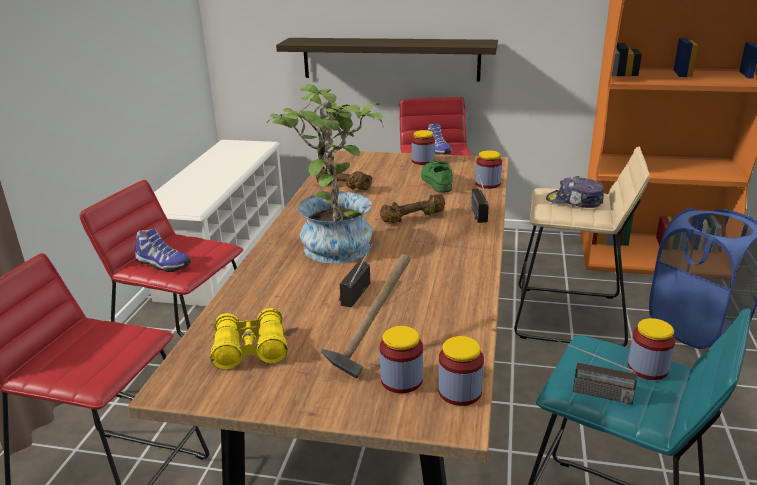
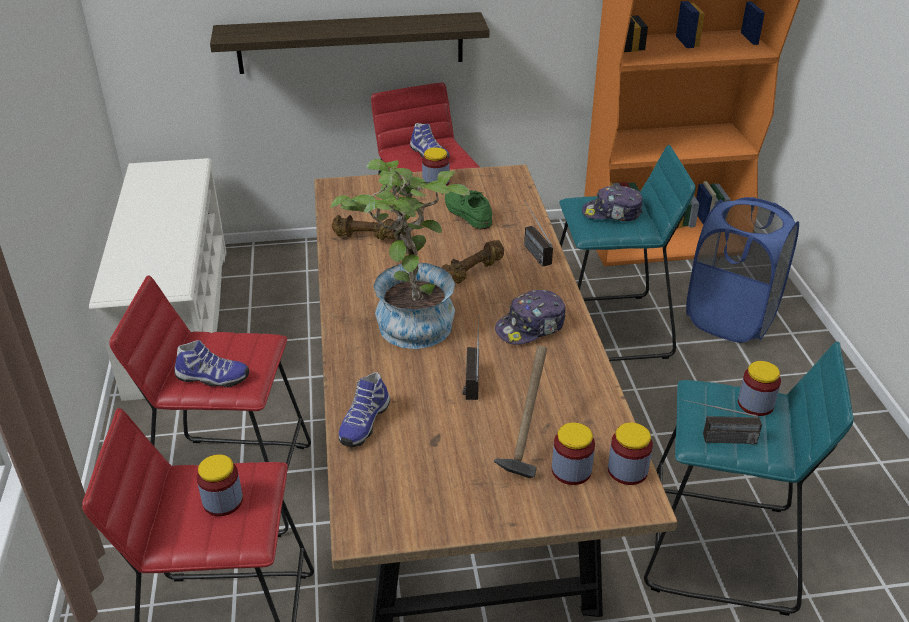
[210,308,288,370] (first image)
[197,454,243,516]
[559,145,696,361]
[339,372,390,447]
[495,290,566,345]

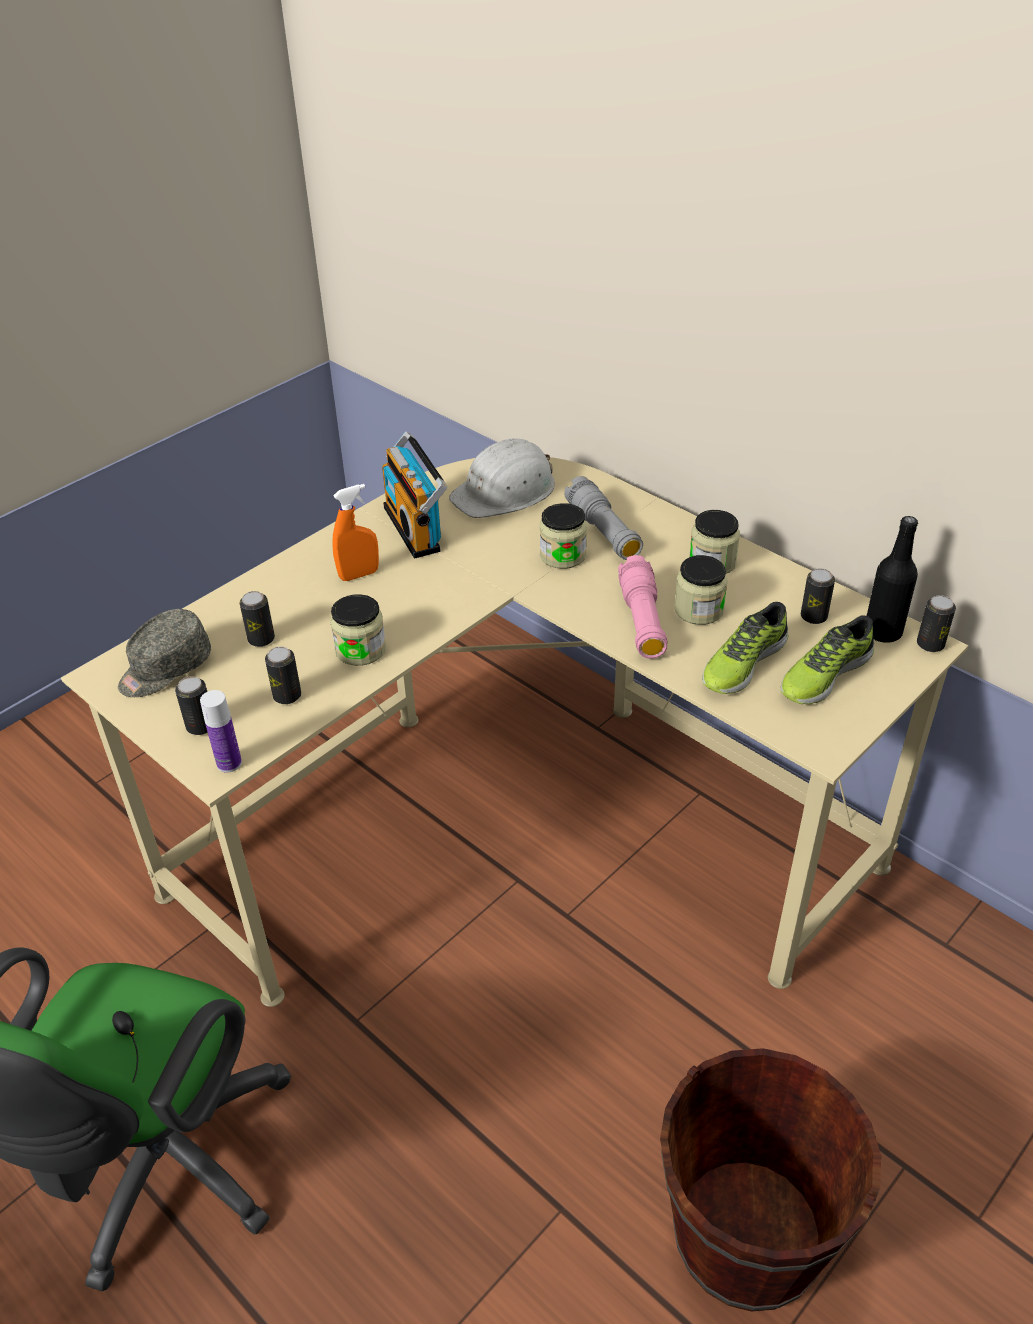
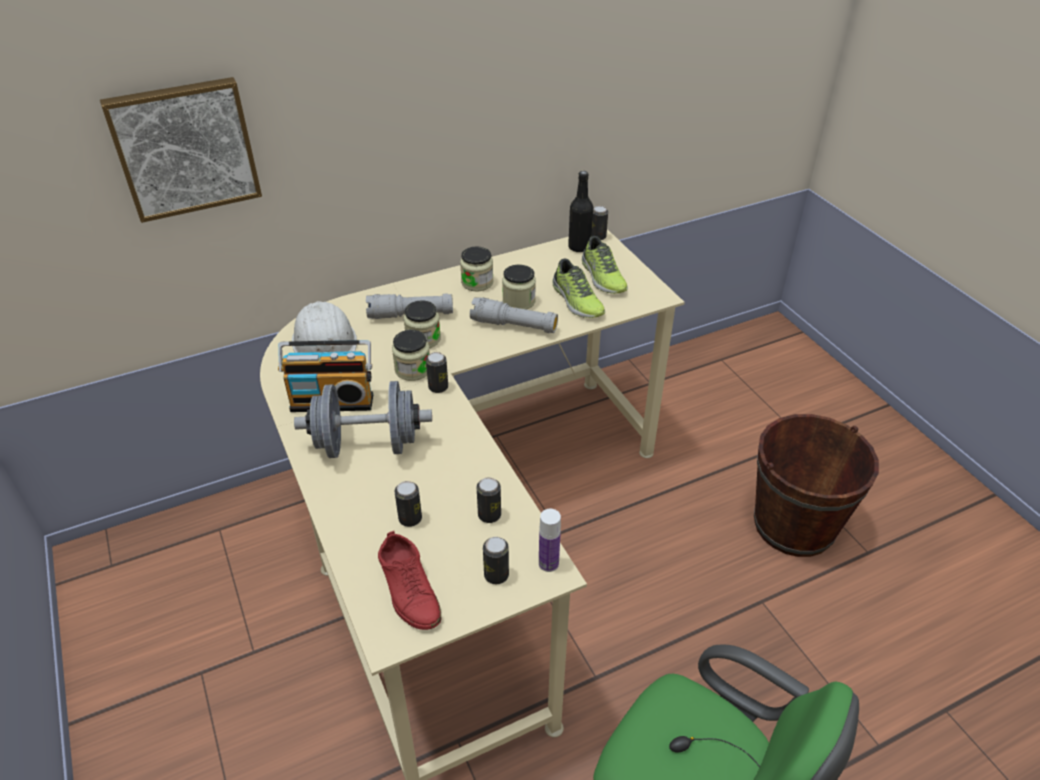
[378,531,441,630]
[392,330,430,381]
[294,381,432,458]
[470,297,558,333]
[426,352,448,393]
[100,77,262,223]

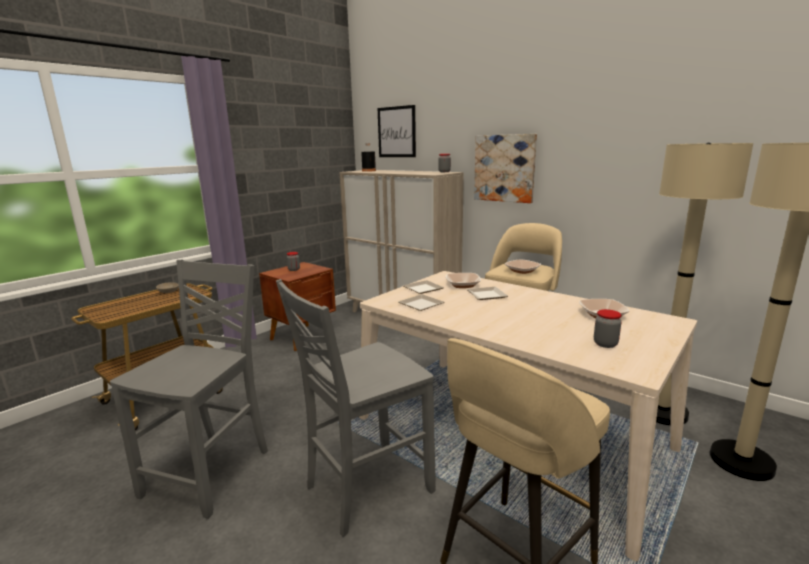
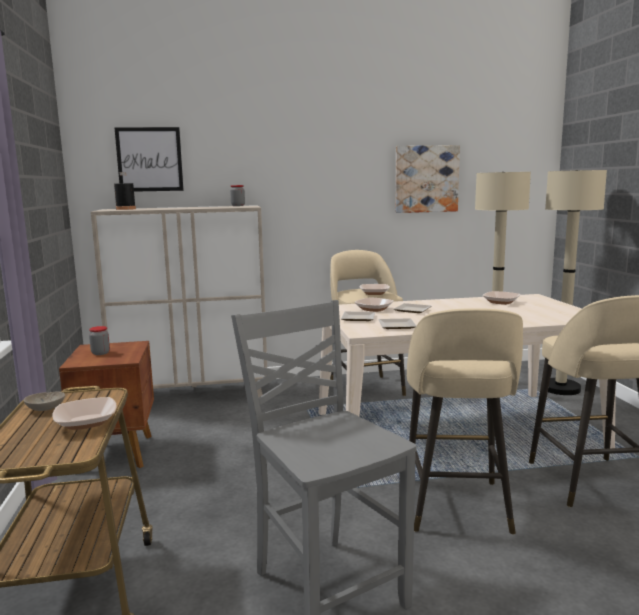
[407,308,523,535]
[395,145,460,213]
[594,309,621,348] (first image)
[52,397,117,430]

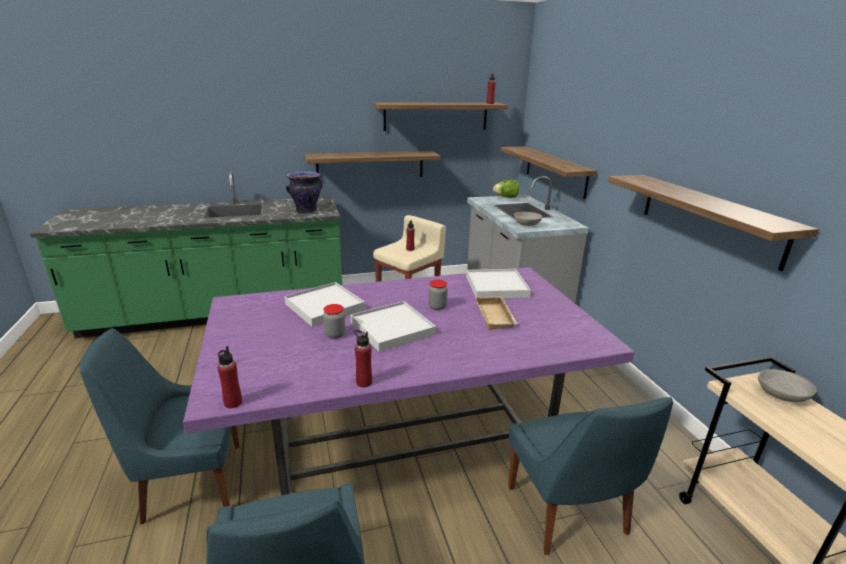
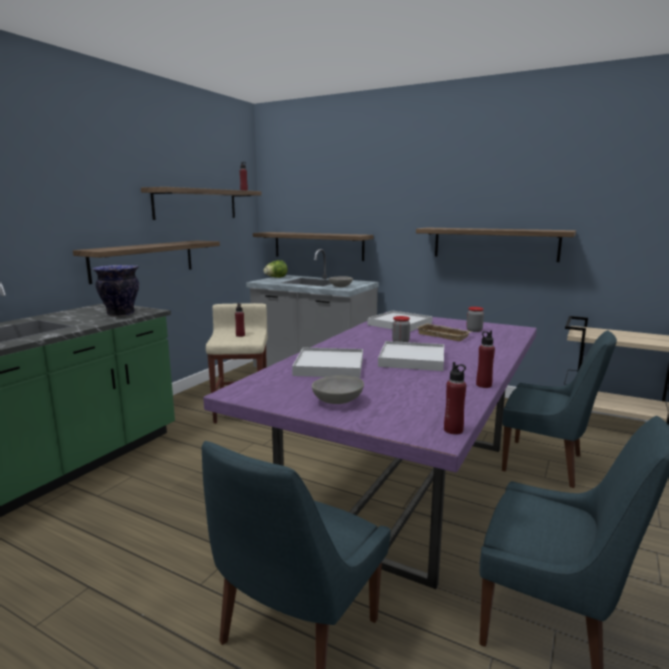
[466,307,484,332]
[312,375,364,404]

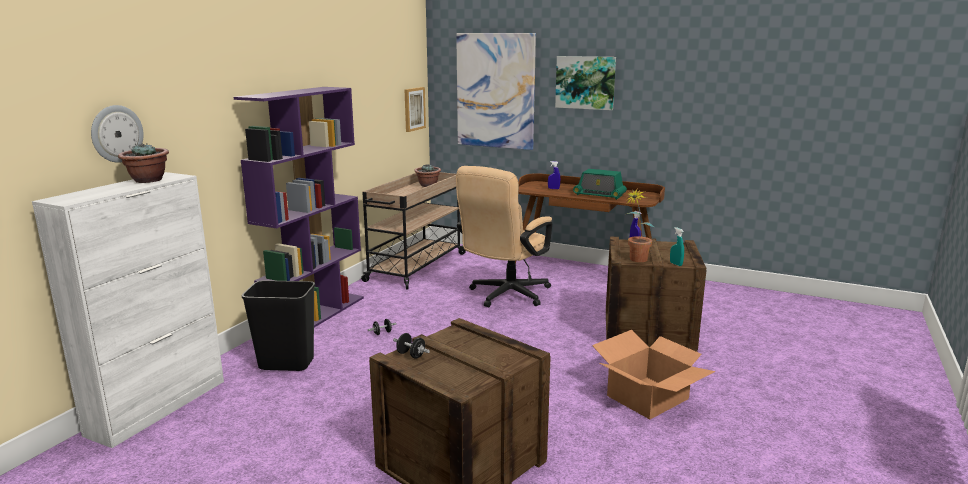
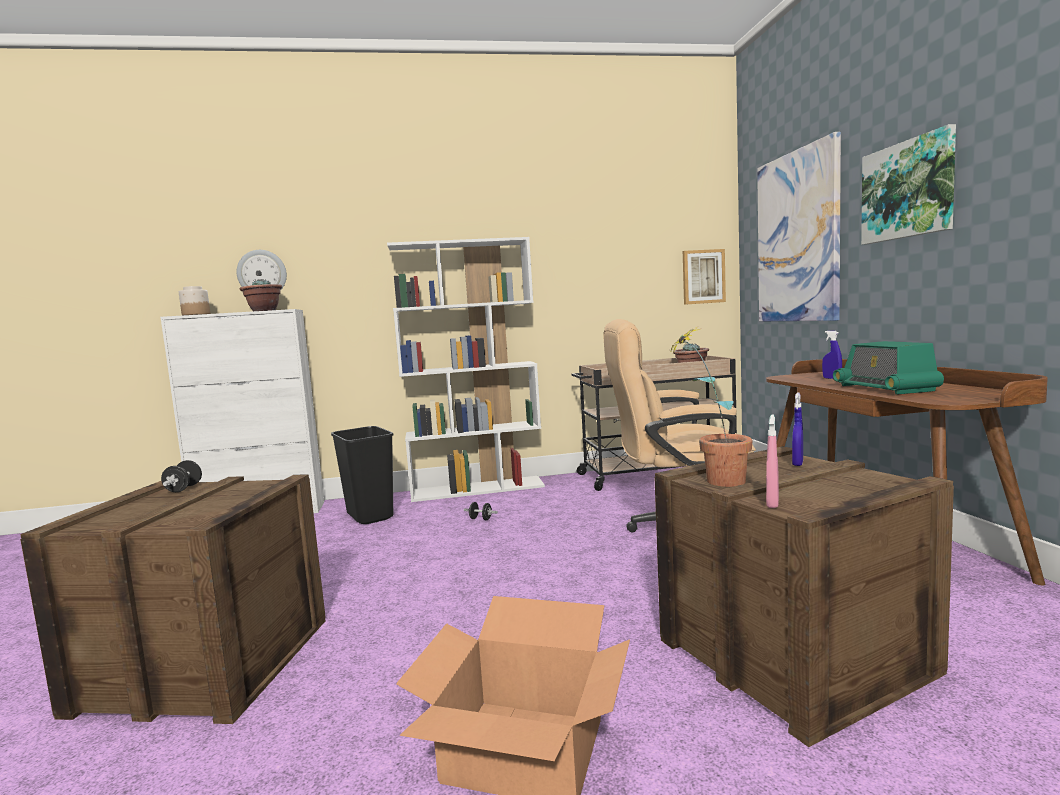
[387,237,545,502]
[766,415,779,508]
[179,286,210,315]

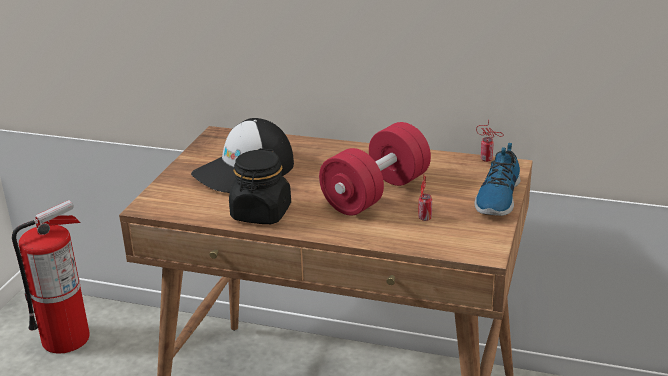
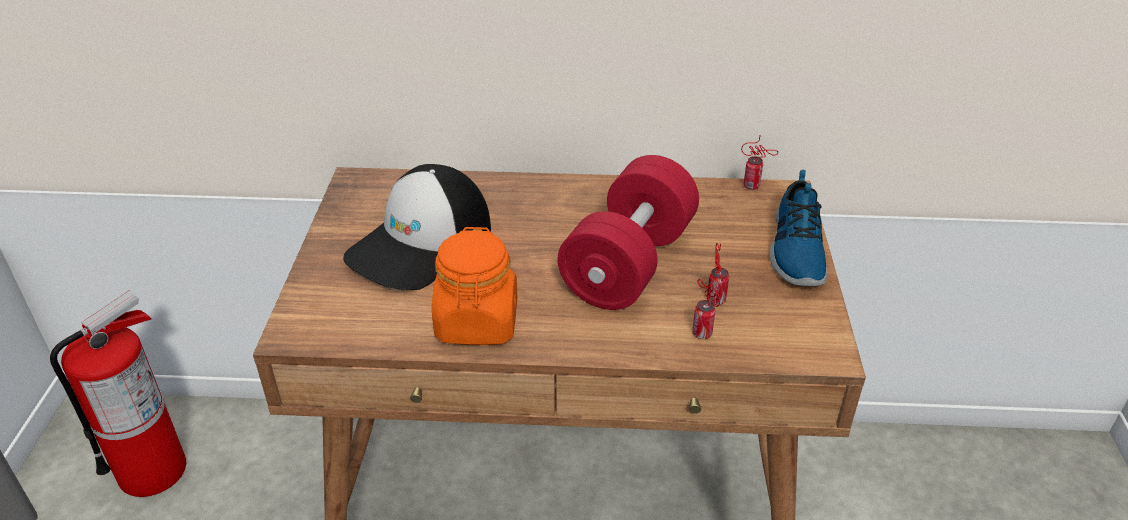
[432,227,518,345]
[692,276,720,339]

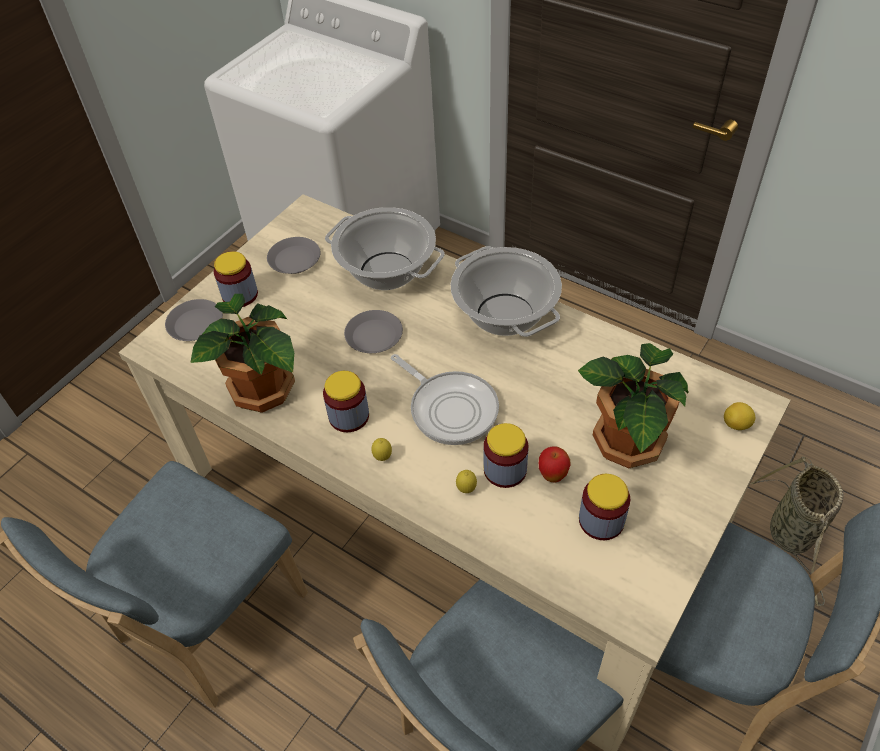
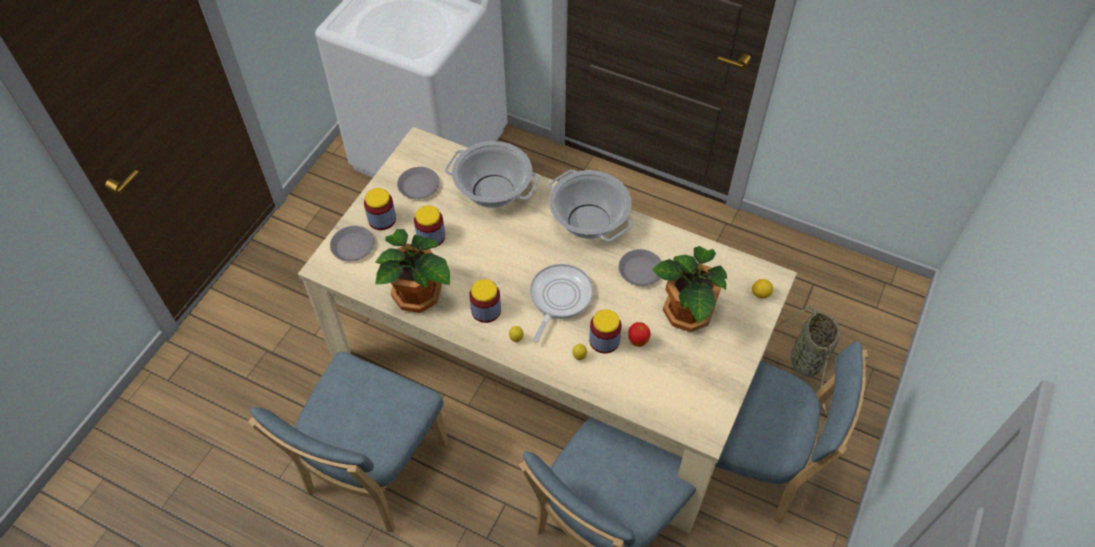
[619,249,662,286]
[530,264,594,342]
[414,206,445,247]

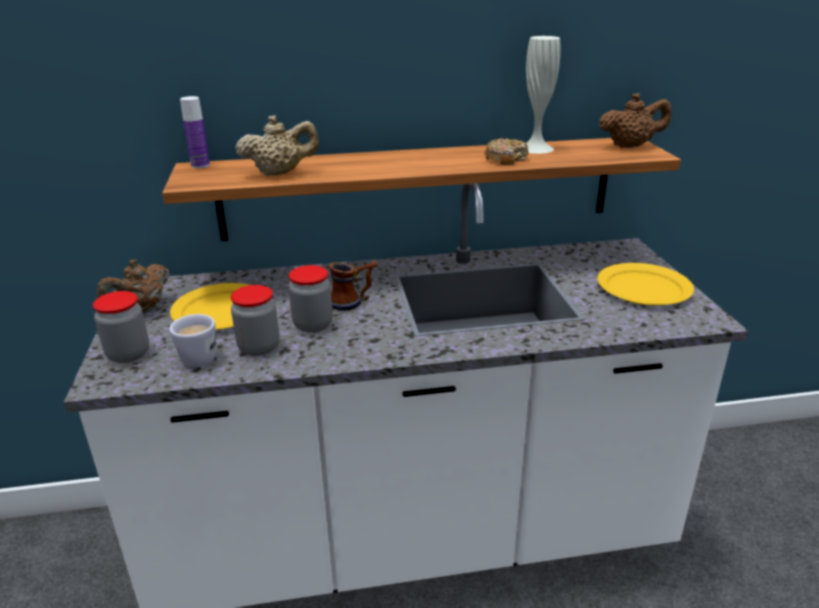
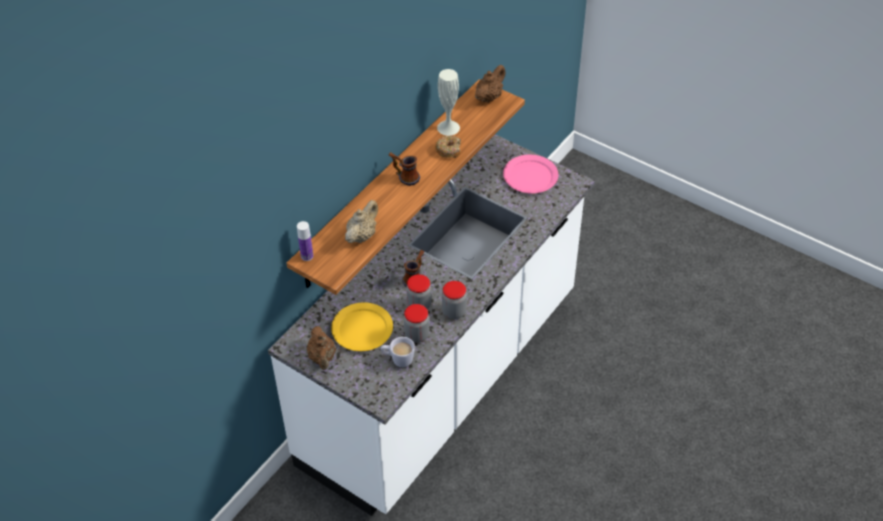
[442,281,467,319]
[503,155,558,194]
[389,152,420,186]

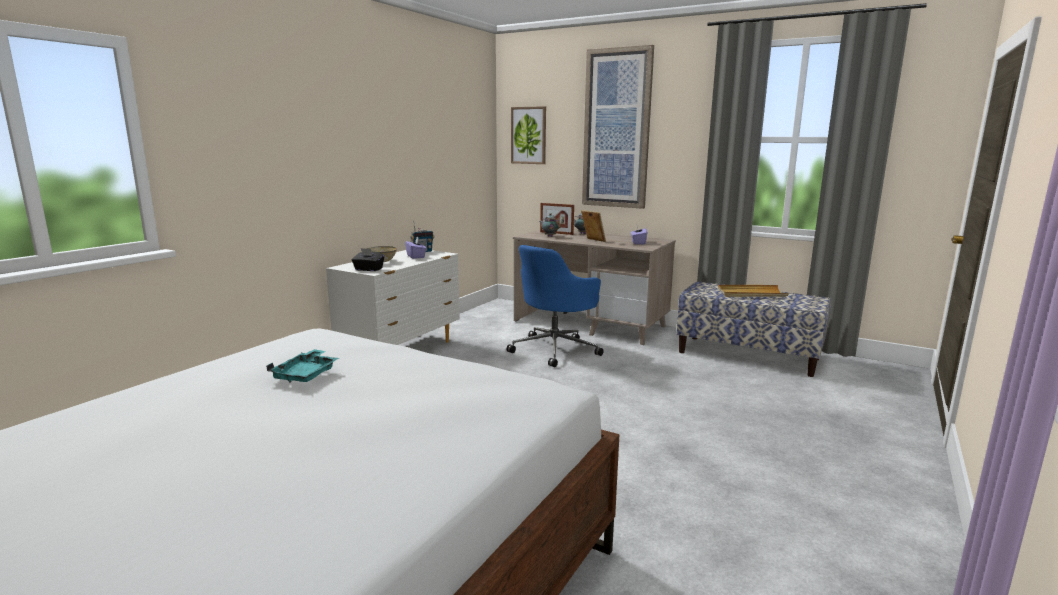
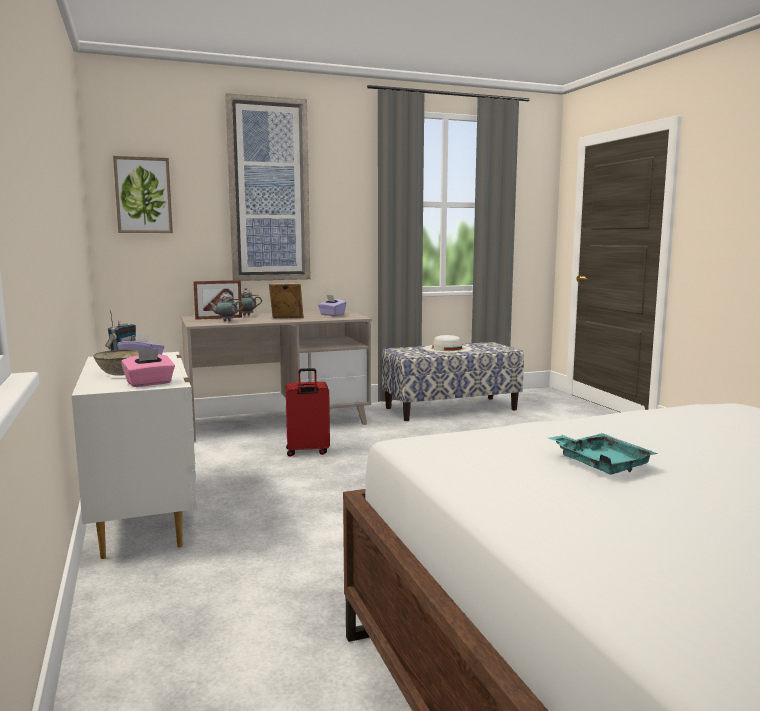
[121,348,175,387]
[286,368,330,457]
[423,335,472,353]

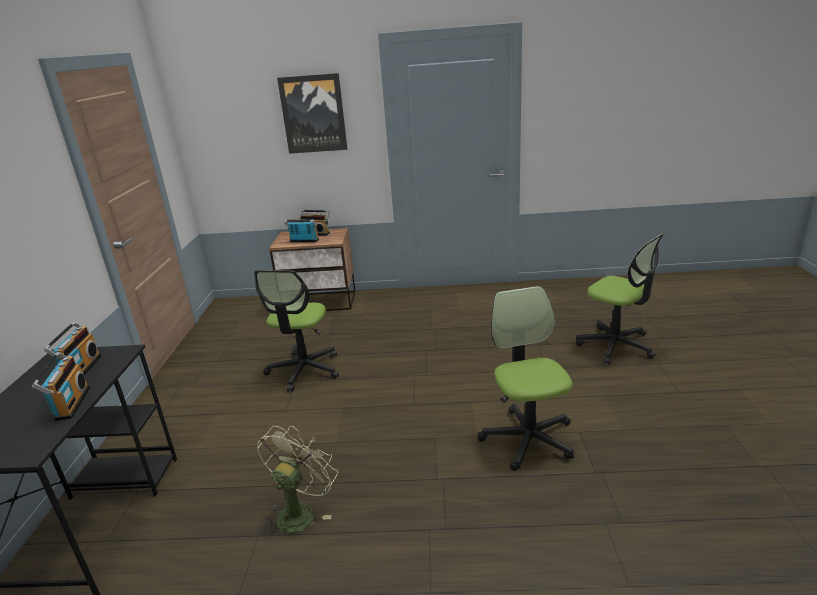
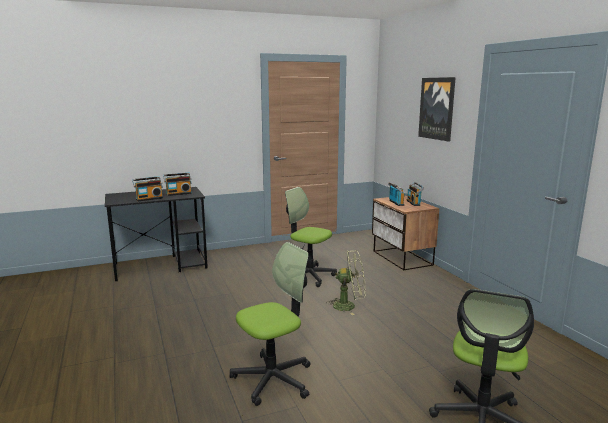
[285,187,337,287]
[326,250,366,315]

